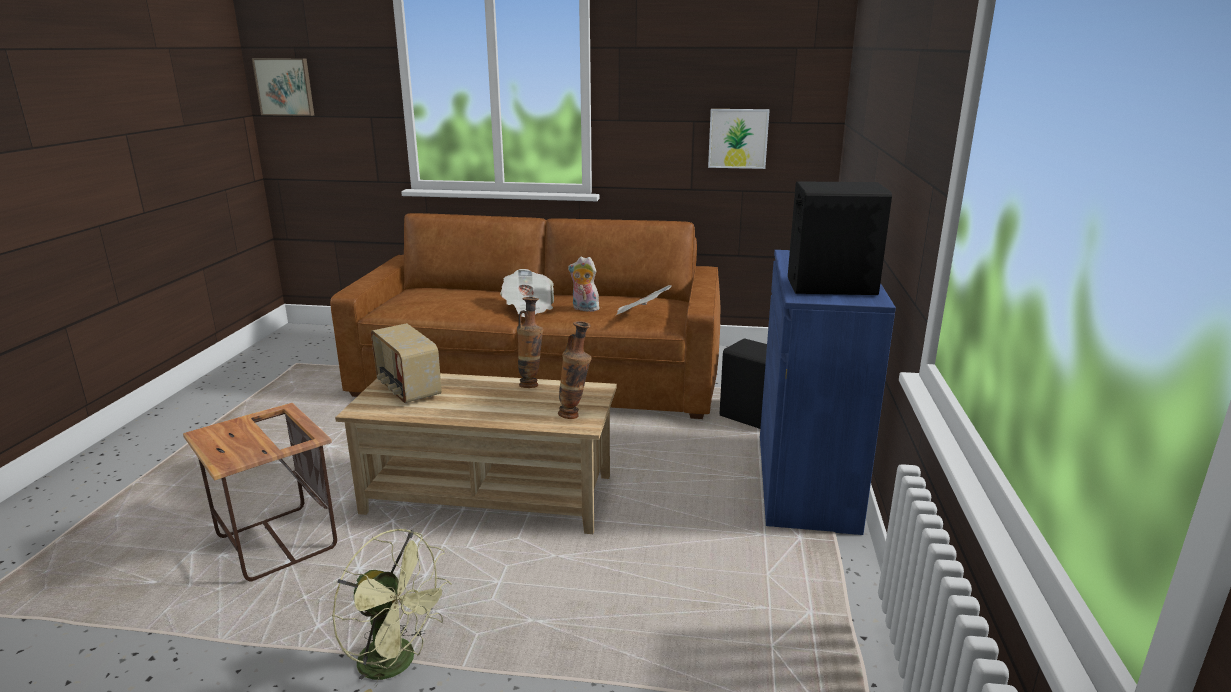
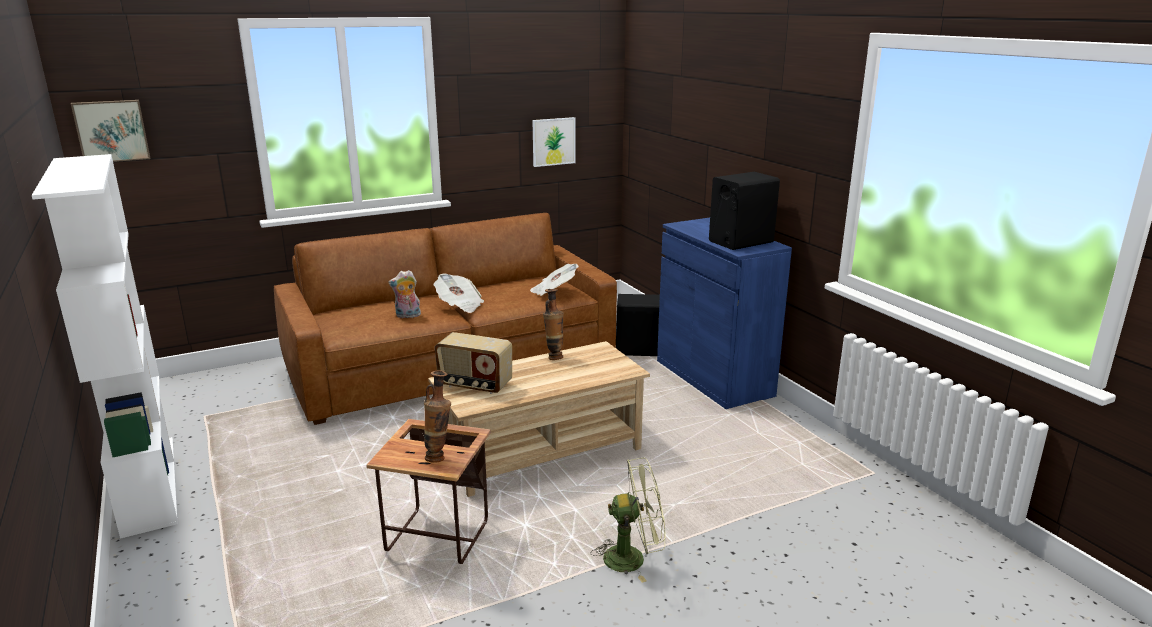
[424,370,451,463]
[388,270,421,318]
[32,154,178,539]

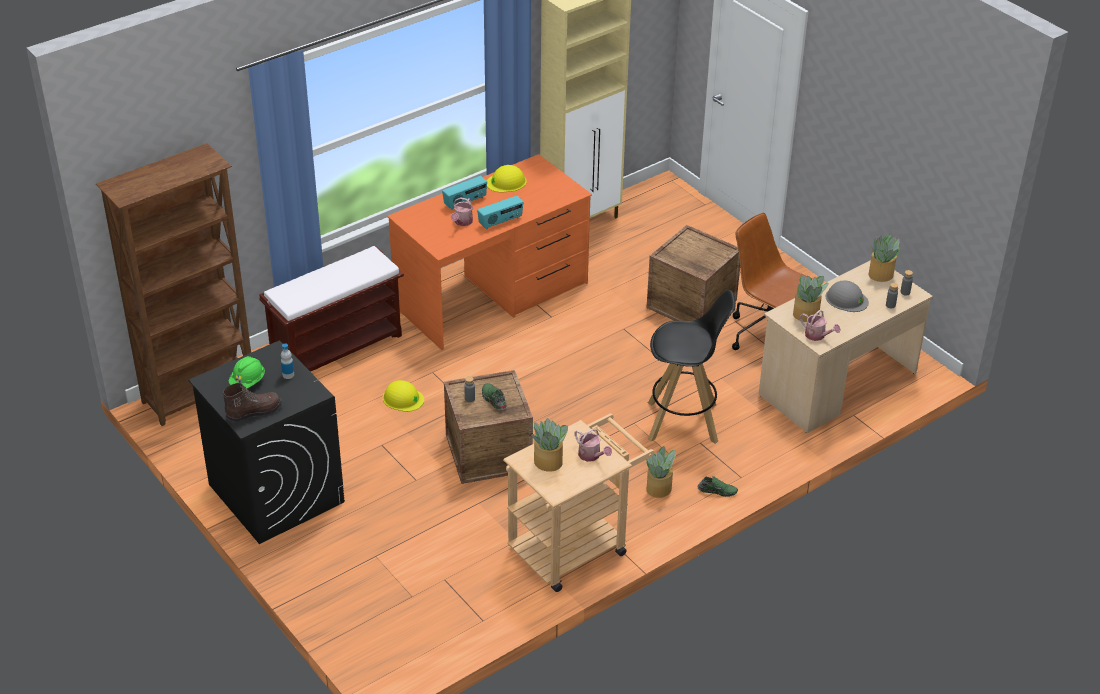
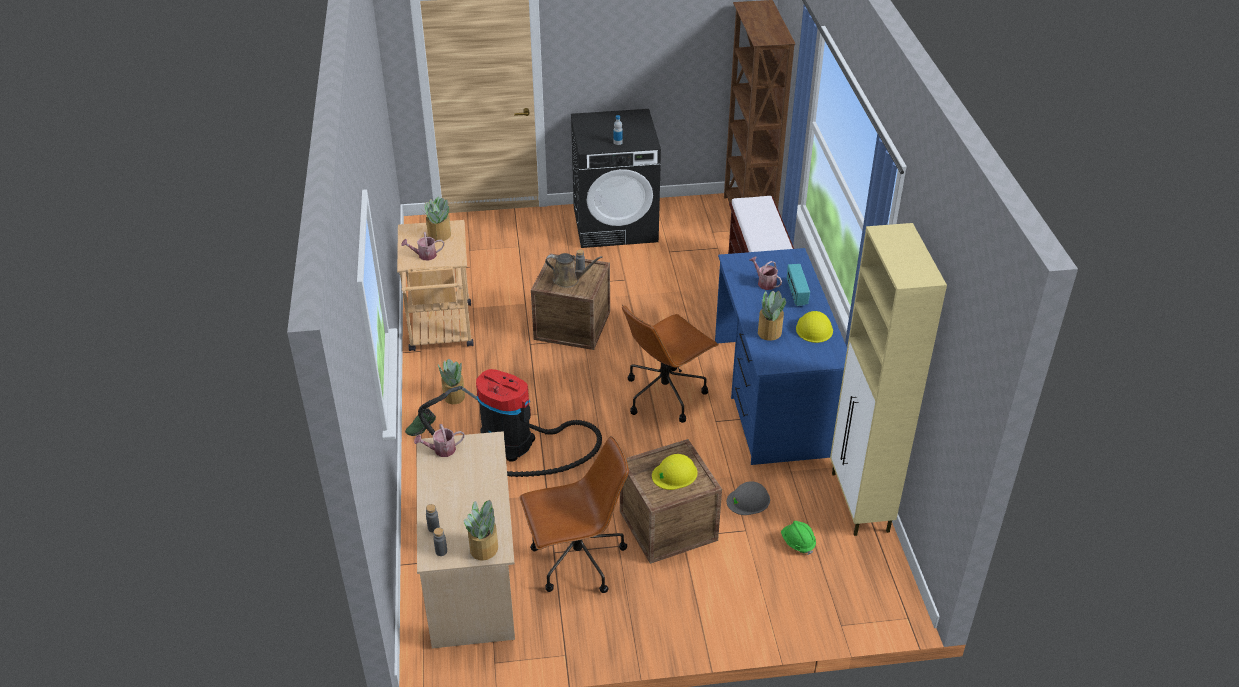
[223,382,282,422] (first image)
[781,521,816,555]
[652,454,698,490]
[715,248,847,465]
[477,196,523,230] (first image)
[545,253,602,288]
[418,369,602,477]
[758,291,786,341]
[727,481,770,515]
[622,305,719,423]

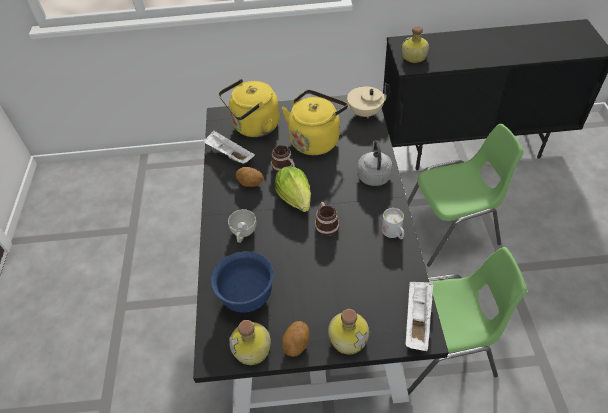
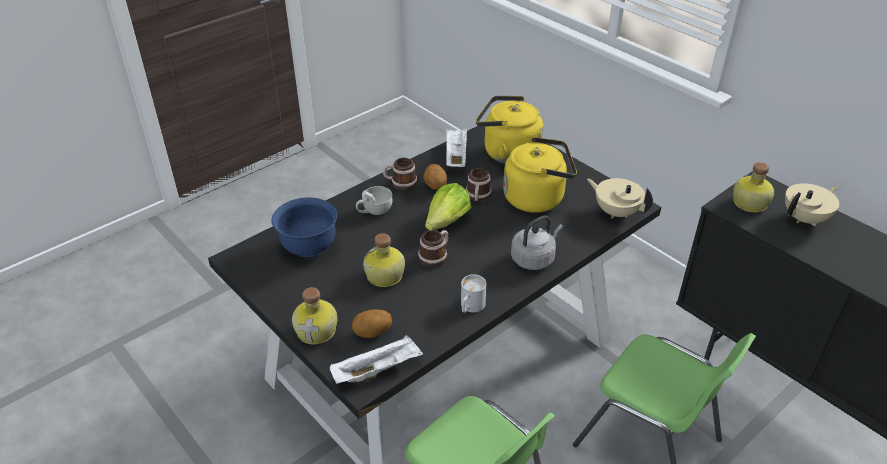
[363,233,405,287]
[352,309,392,338]
[383,158,417,190]
[785,183,839,226]

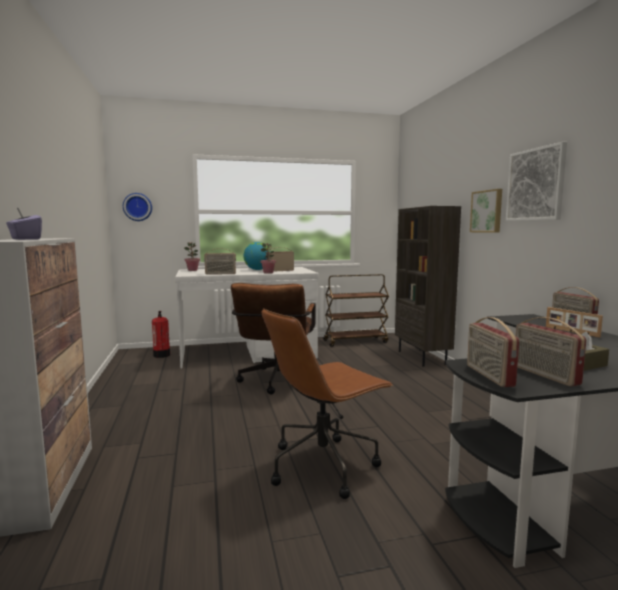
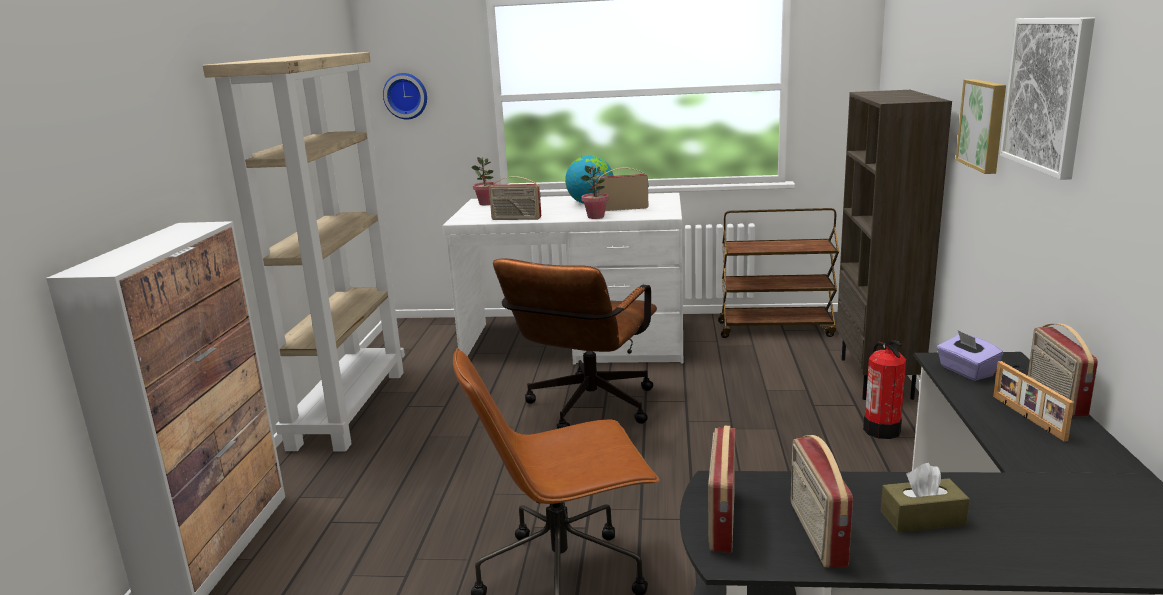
[937,330,1003,381]
[863,340,906,439]
[203,52,405,452]

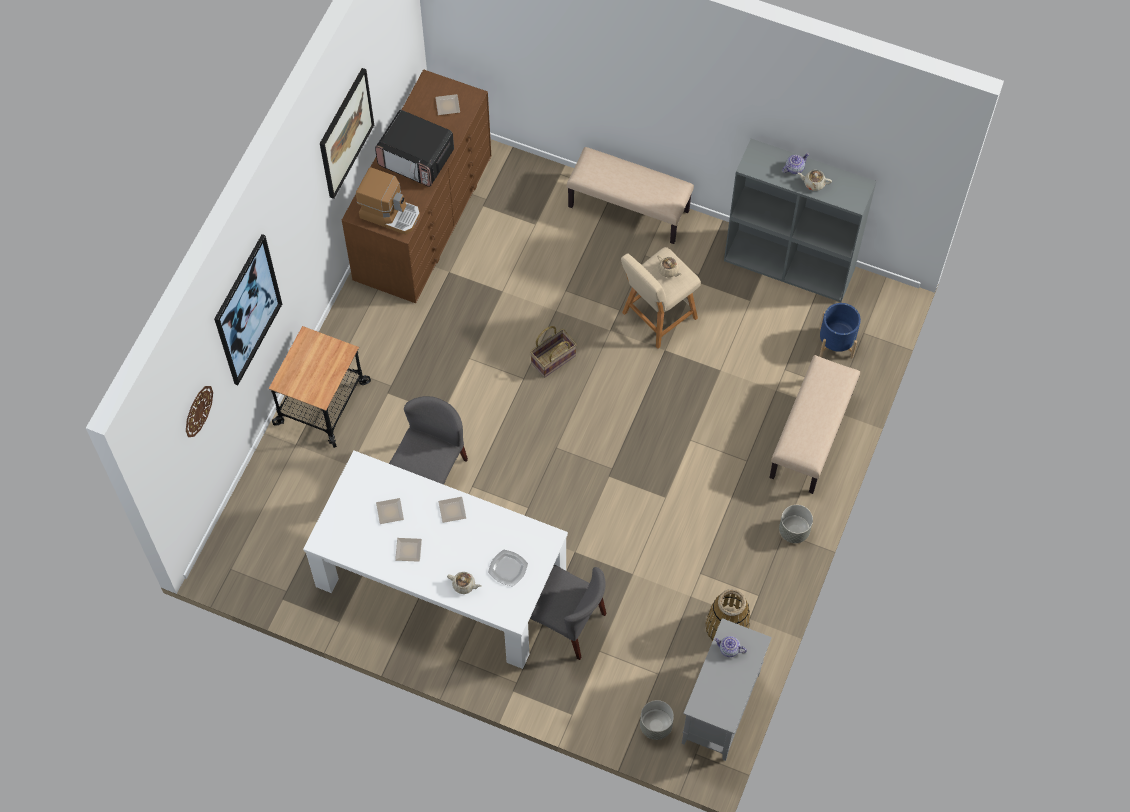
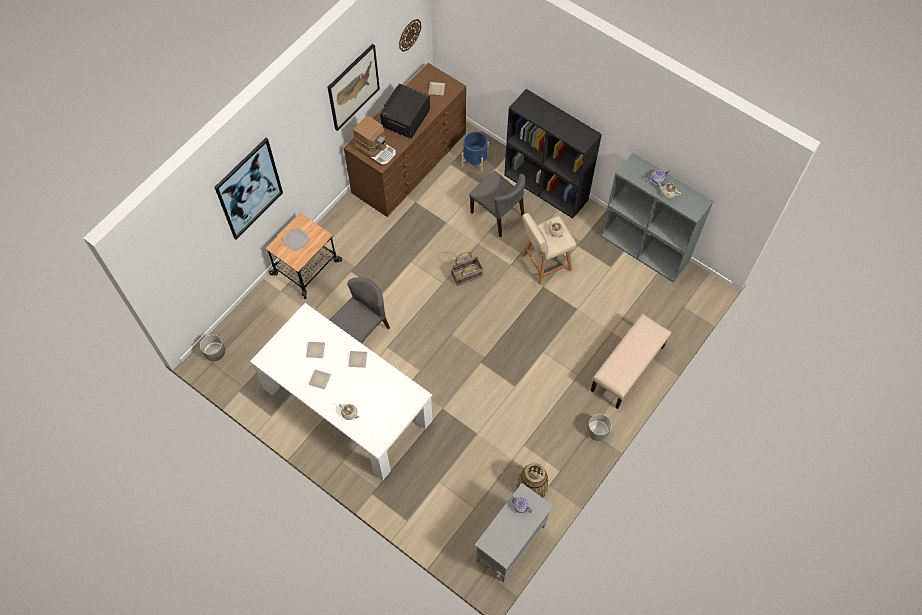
[399,19,421,52]
[379,84,430,138]
[283,228,309,251]
[469,171,525,237]
[504,89,602,219]
[200,335,225,361]
[462,131,489,172]

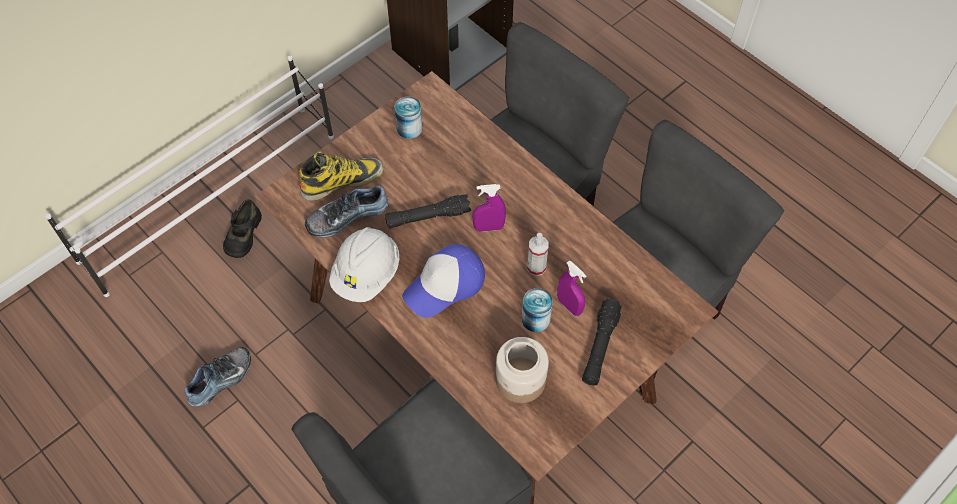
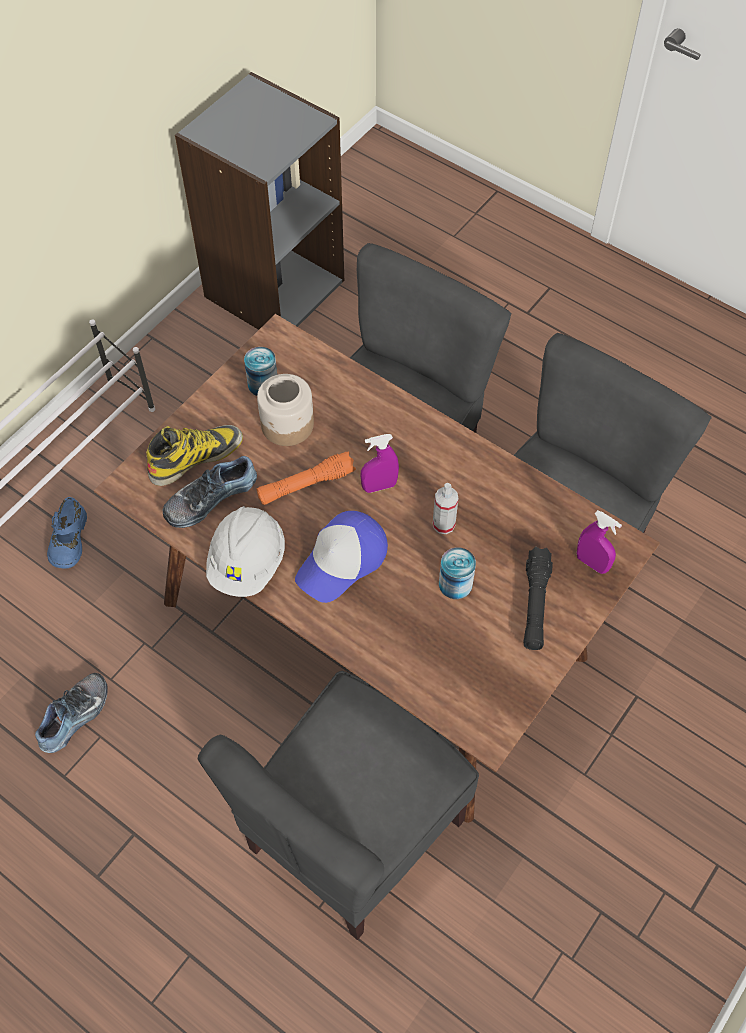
[47,497,87,568]
[257,451,356,505]
[257,374,314,446]
[577,510,622,574]

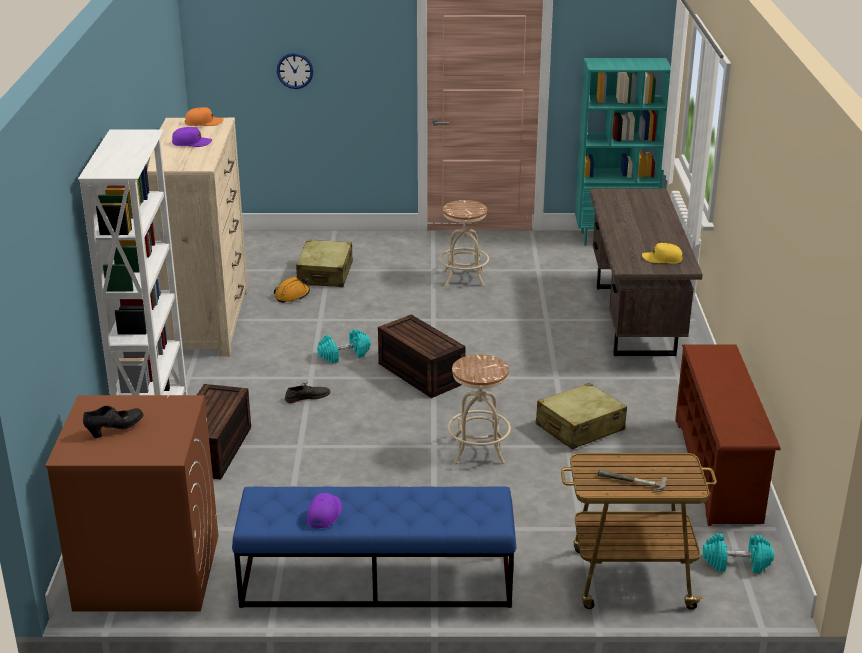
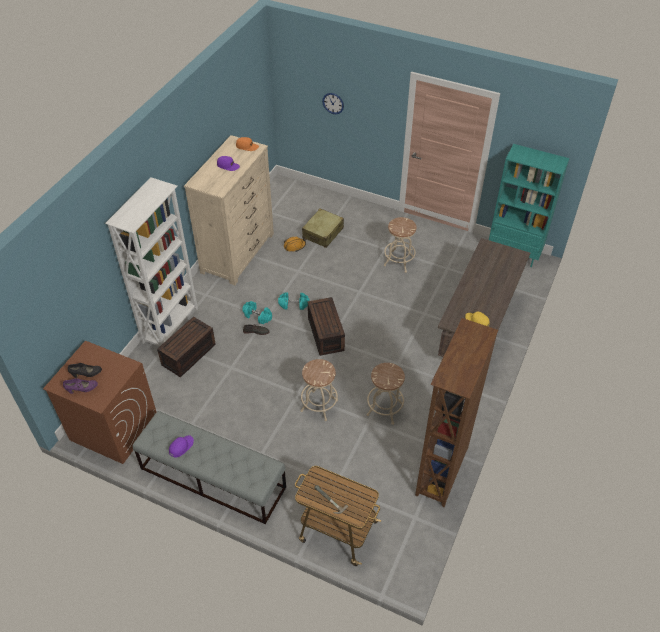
[133,411,286,525]
[367,363,405,425]
[415,318,498,507]
[242,301,272,324]
[63,378,98,394]

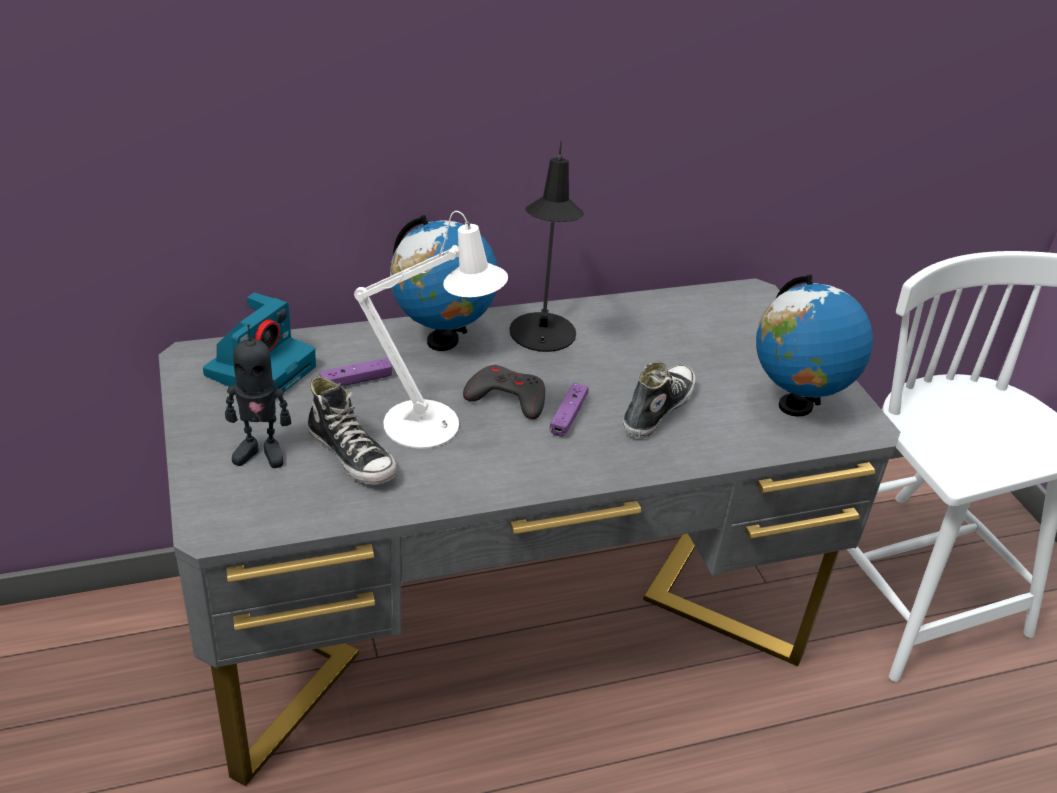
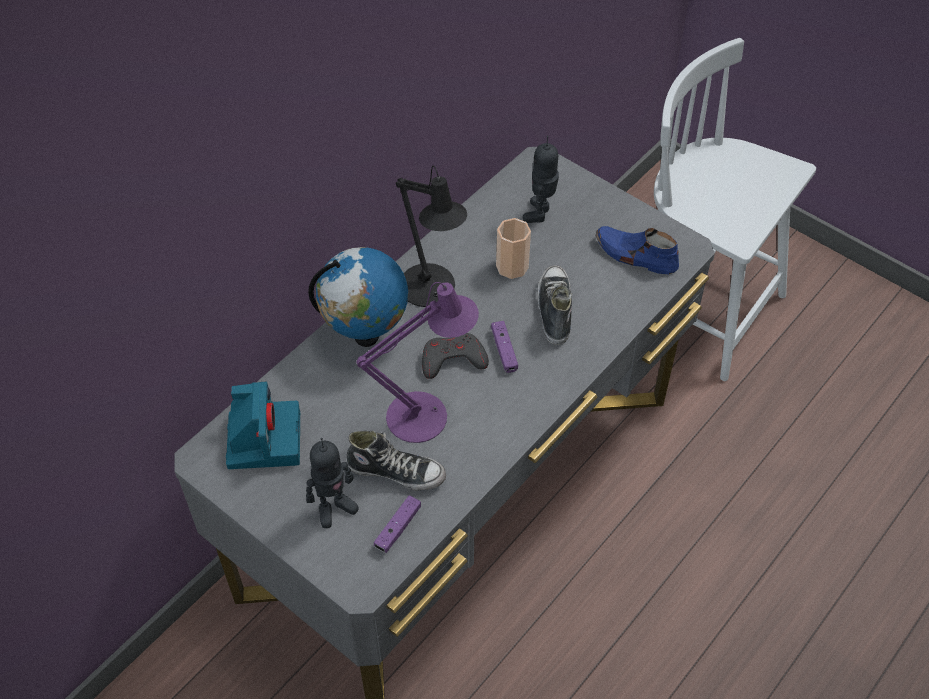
[374,496,421,553]
[356,282,479,443]
[596,226,679,275]
[496,218,531,279]
[523,136,559,223]

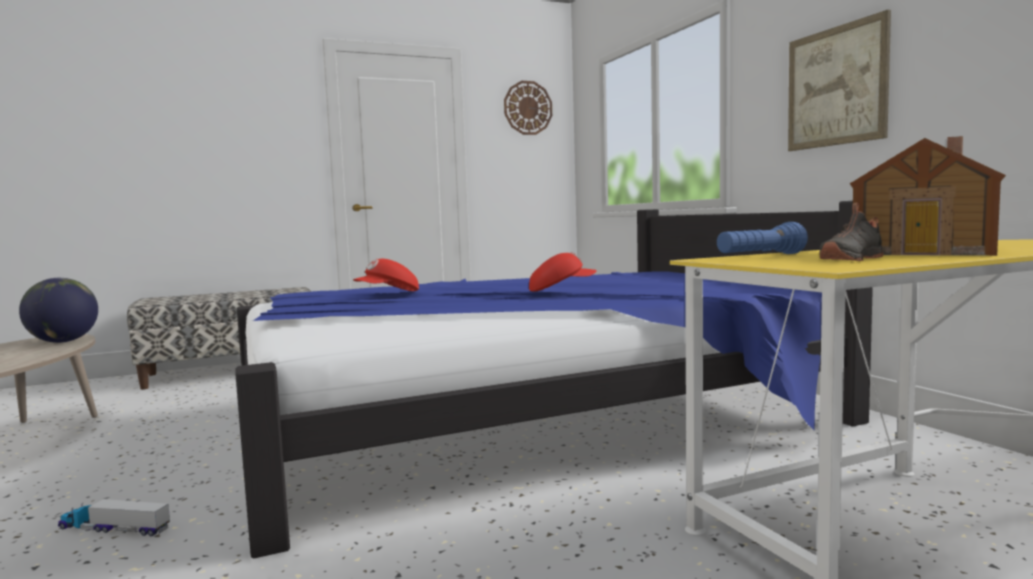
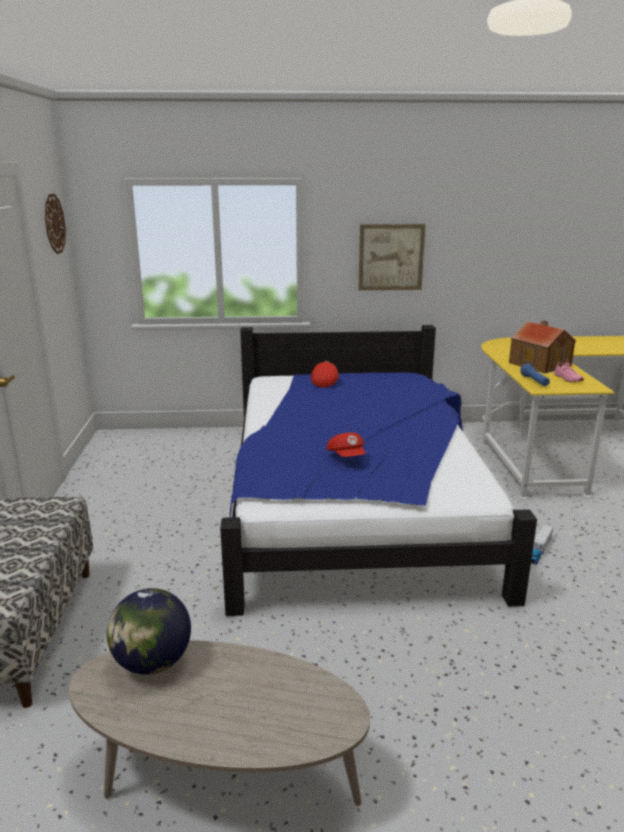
[531,524,553,565]
[311,361,339,387]
[554,359,584,382]

